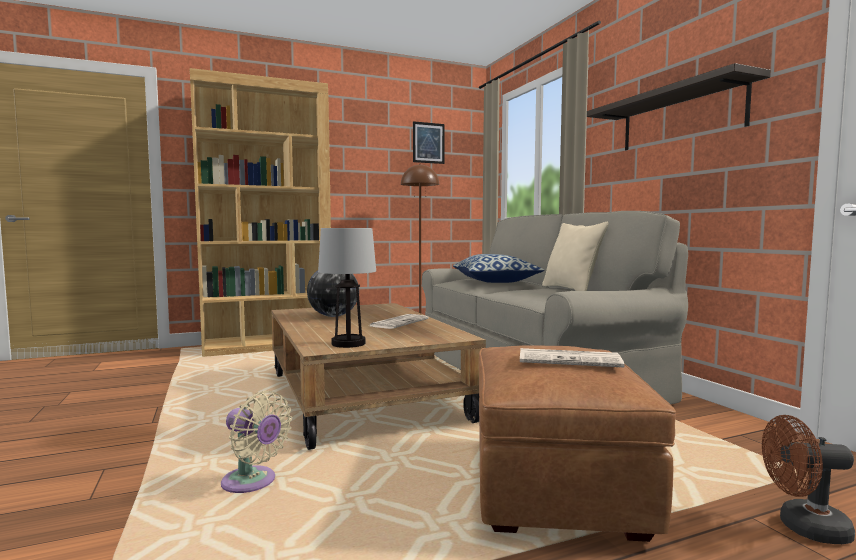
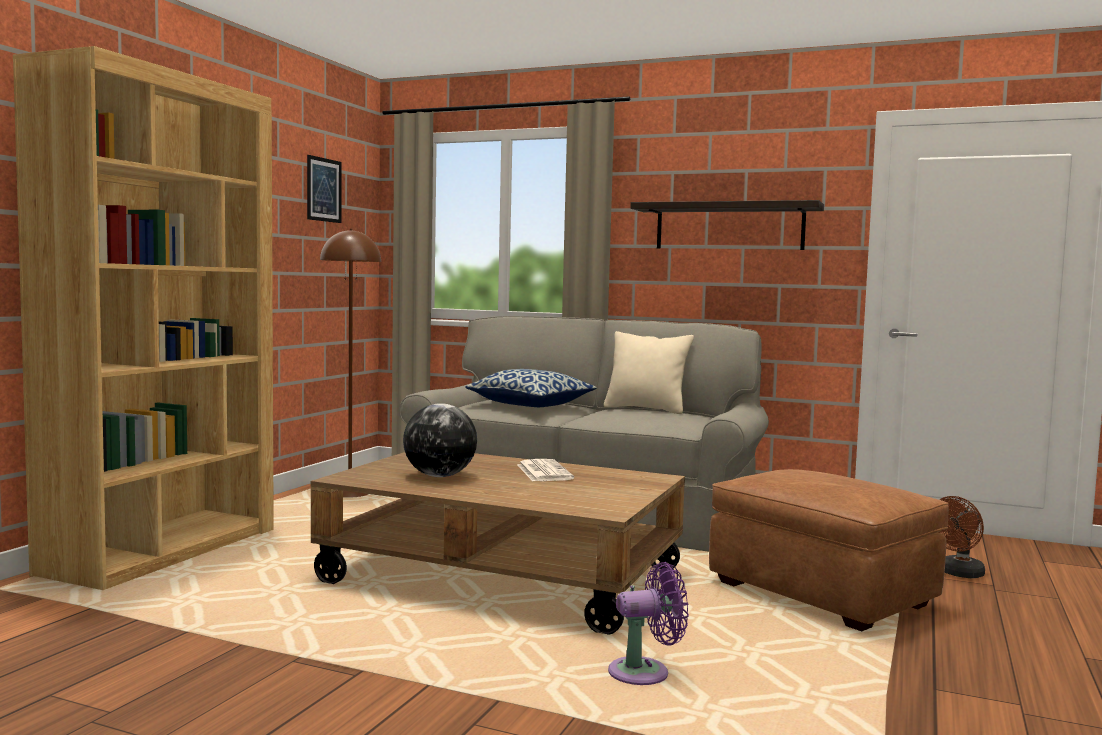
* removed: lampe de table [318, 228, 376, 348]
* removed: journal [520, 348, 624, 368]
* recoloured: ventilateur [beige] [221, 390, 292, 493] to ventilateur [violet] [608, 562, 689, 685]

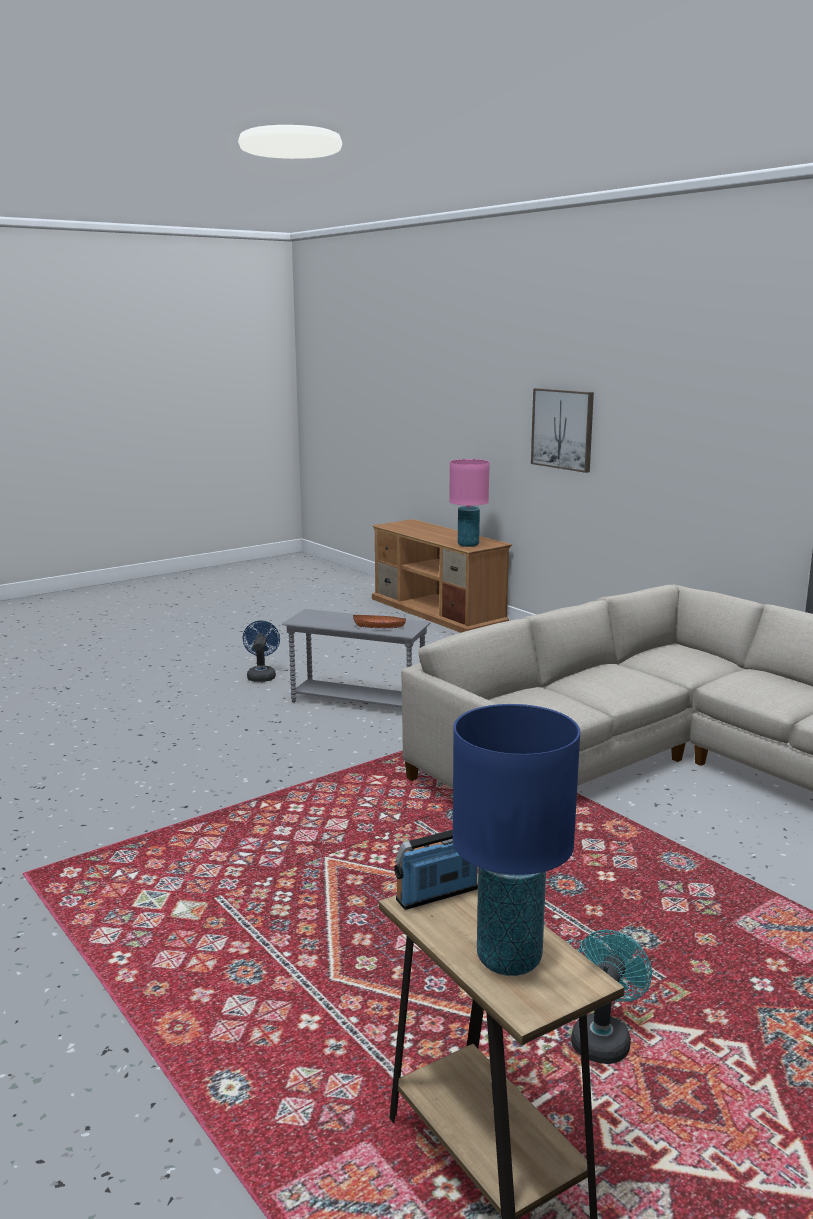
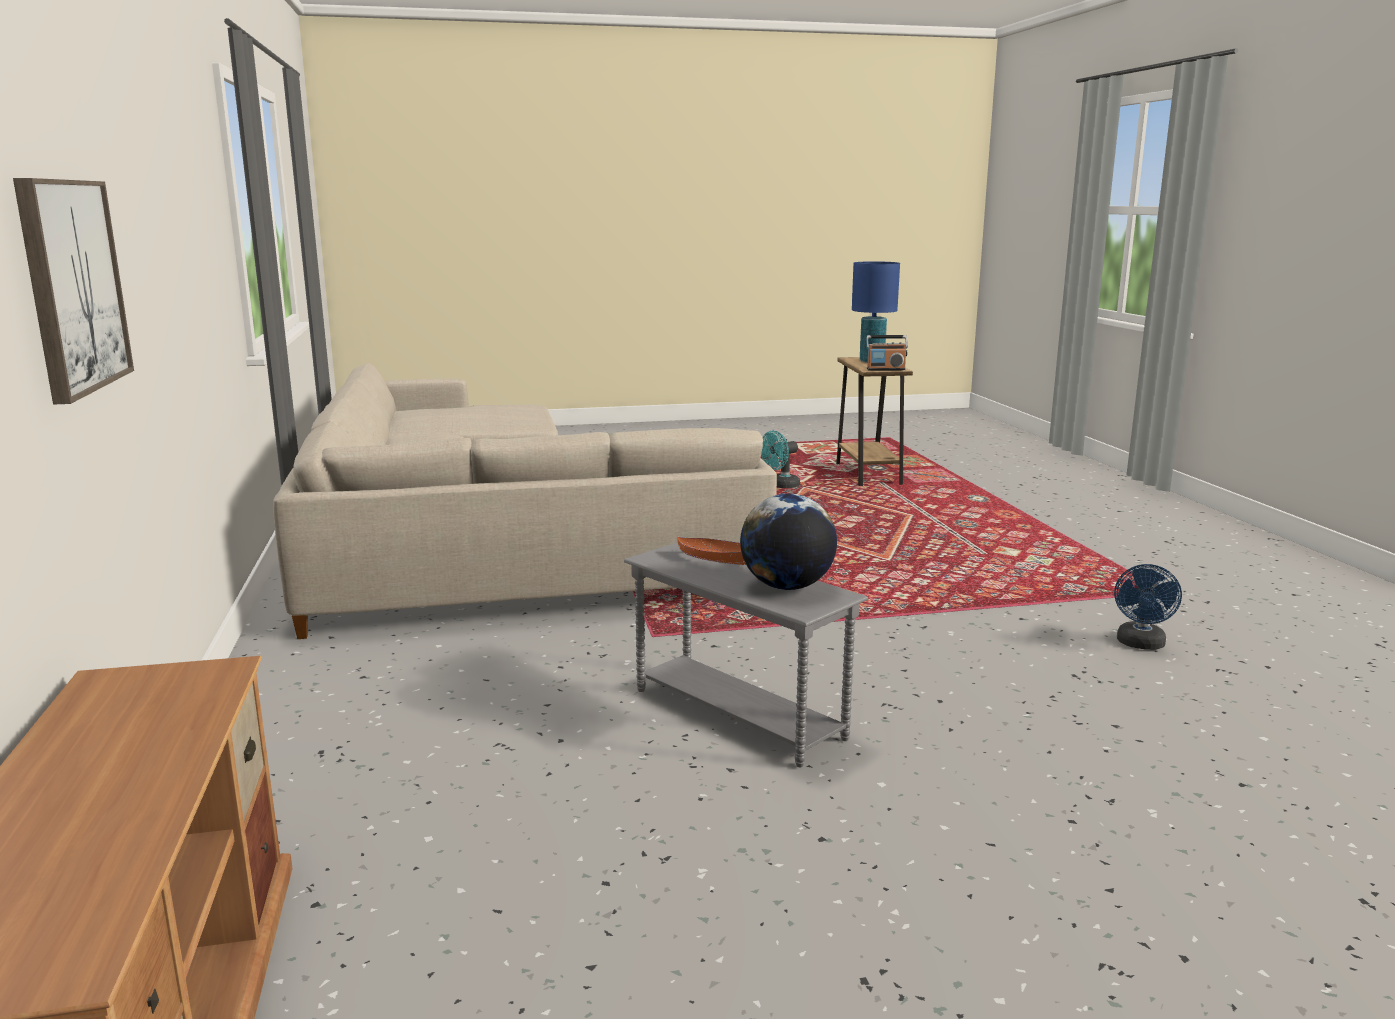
* removed: lampe de table [rose] [450, 459, 490, 547]
* added: globe [740, 493, 837, 590]
* moved: ventilateur [bleu] [243, 620, 280, 682] to [1114, 564, 1182, 650]

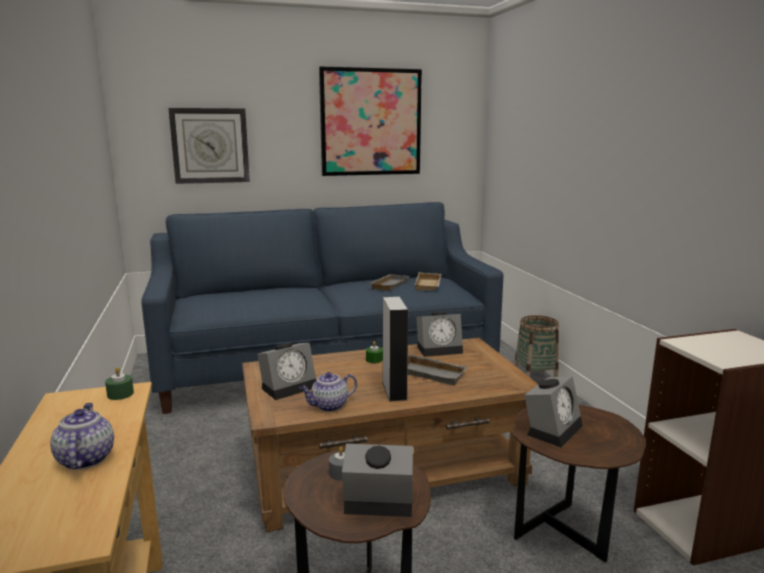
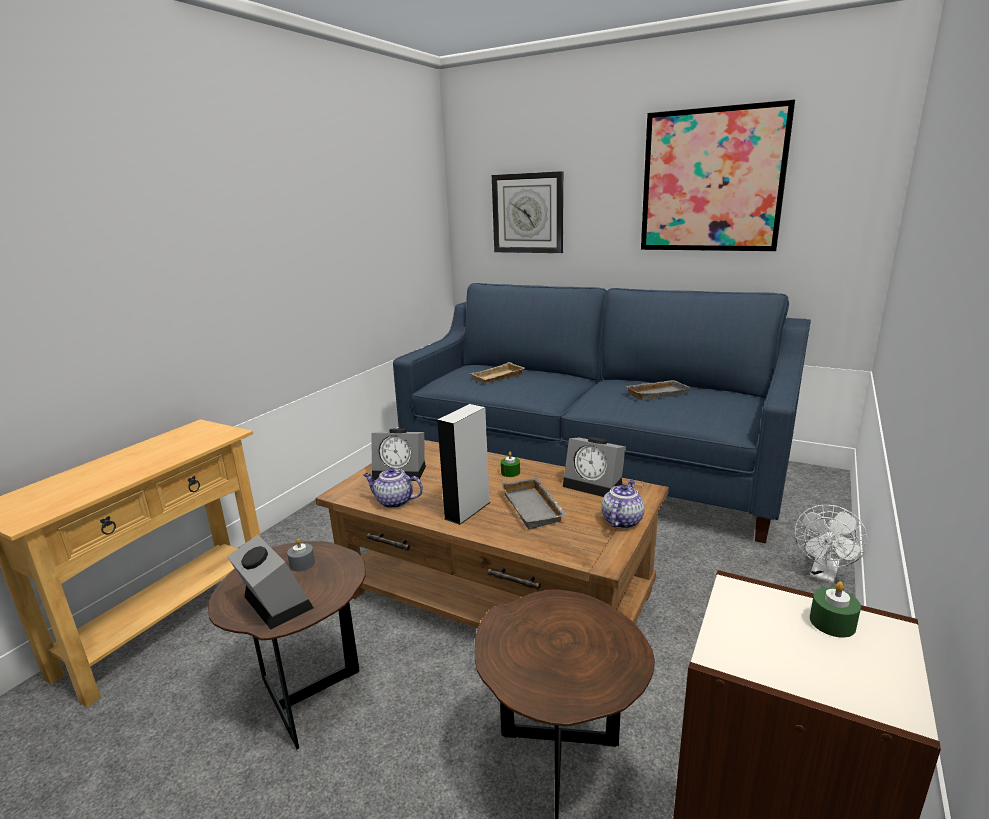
* removed: réveil [524, 376, 583, 447]
* moved: théière [50, 403, 114, 470] to [601, 480, 645, 529]
* moved: bougie [vert] [105, 367, 134, 400] to [810, 582, 861, 637]
* moved: plateau [beige] [414, 272, 441, 290] to [470, 362, 525, 383]
* replaced: panier [514, 315, 559, 377] to ventilateur [blanc] [795, 505, 868, 583]

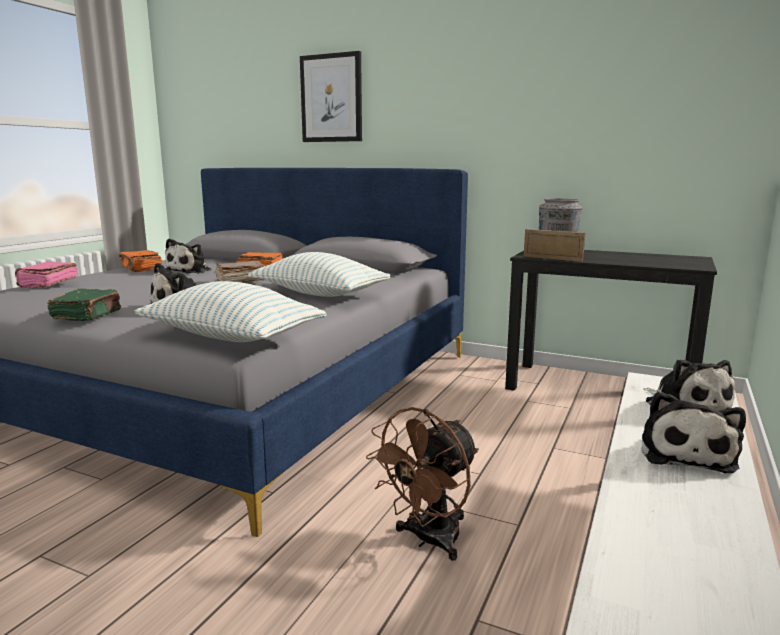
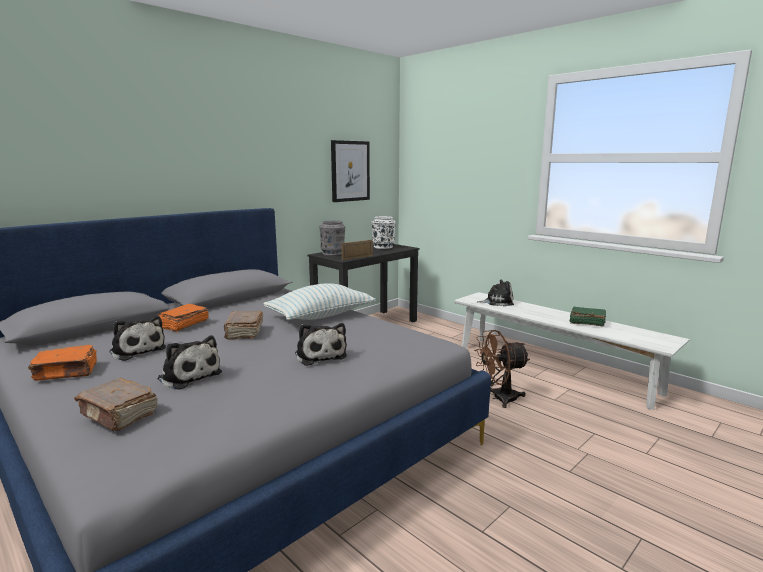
* removed: coussin [134, 281, 327, 342]
* added: vase [blanc] [372, 216, 396, 249]
* moved: livre [vert] [47, 288, 121, 321] to [569, 306, 606, 326]
* moved: tableau [300, 51, 362, 142] to [331, 140, 370, 202]
* moved: peluche [641, 391, 746, 473] to [157, 335, 222, 390]
* recoloured: livre [rose] [15, 261, 78, 288] to livre [marron] [74, 378, 158, 431]
* turned: ventilateur [marron] [366, 407, 479, 561] = [474, 330, 530, 408] 105 degrees clockwise

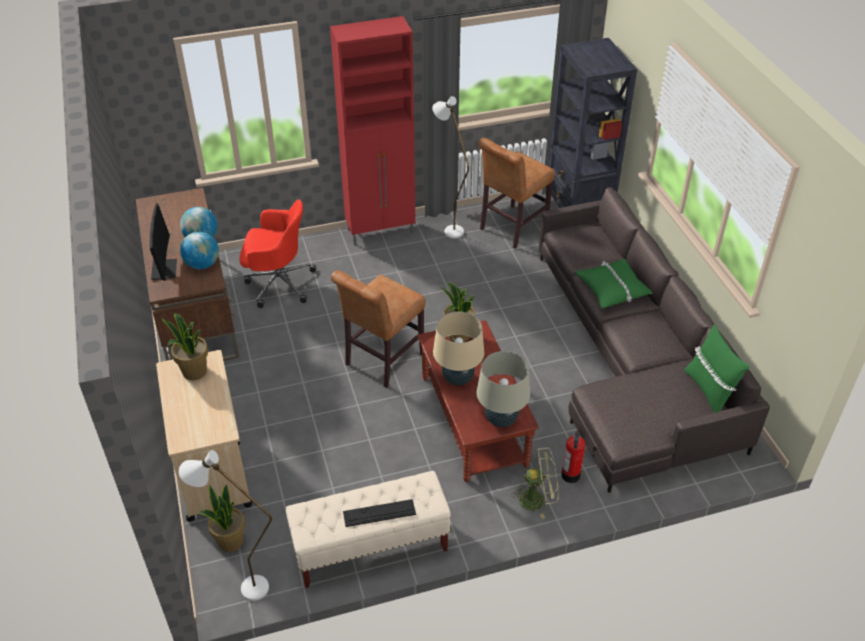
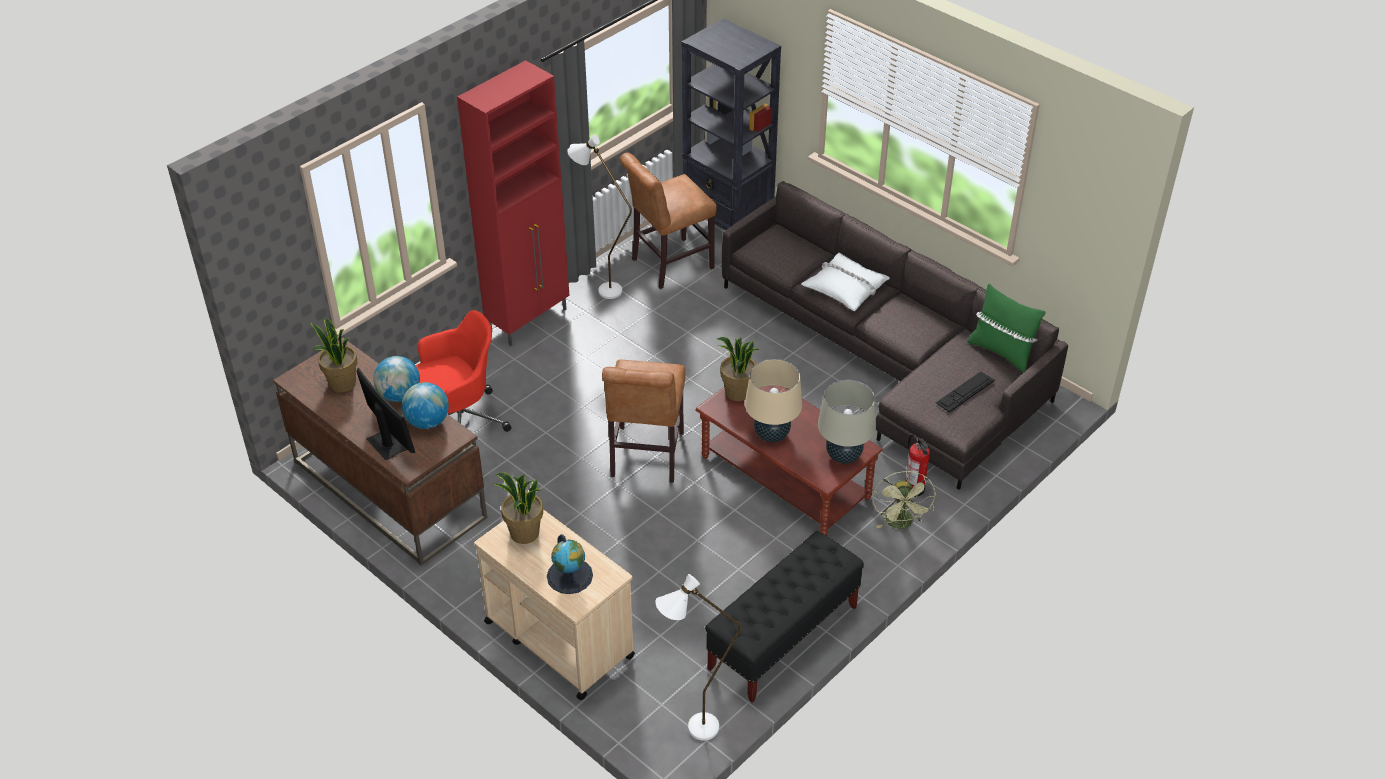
* added: globe [547, 534, 593, 594]
* moved: plante en pot [198, 484, 245, 552] to [310, 319, 358, 393]
* moved: clavier [343, 499, 416, 527] to [936, 372, 995, 413]
* recoloured: banc [beige] [286, 471, 451, 588] to banc [noir] [705, 531, 864, 703]
* recoloured: coussin [vert] [575, 259, 653, 308] to coussin [blanc] [801, 253, 890, 311]
* turned: chaise [marron] [478, 138, 555, 249] = [620, 153, 717, 289] 45 degrees clockwise
* turned: ventilateur [vert] [512, 447, 559, 519] = [873, 471, 936, 529] 120 degrees clockwise

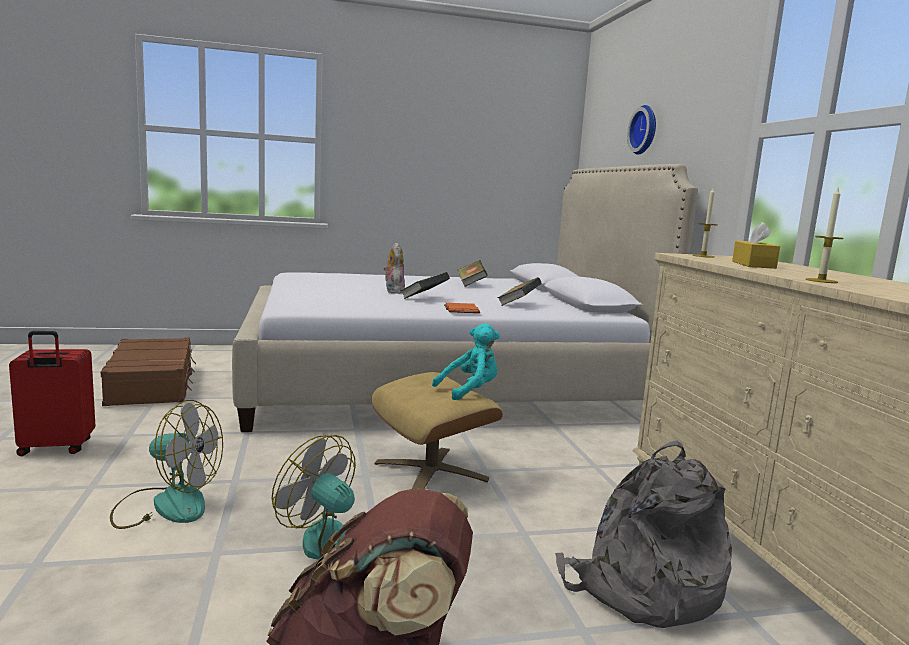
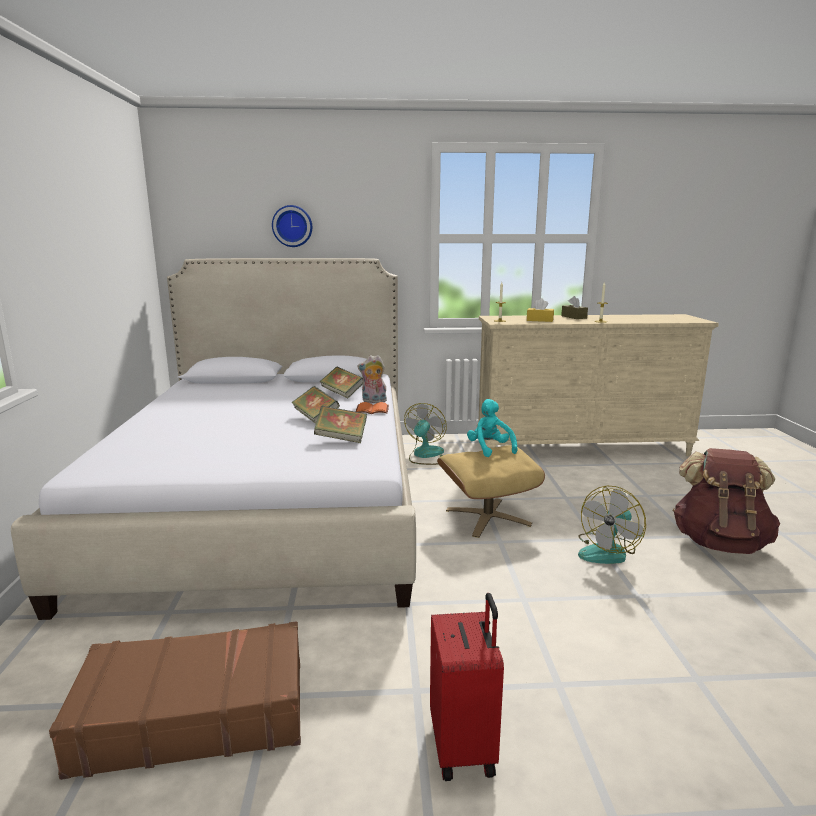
* removed: sac à dos [gris] [555, 440, 732, 628]
* added: boîte à mouchoirs [marron] [561, 296, 588, 319]
* moved: ventilateur [110, 400, 223, 529] to [404, 403, 447, 465]
* moved: peluche [383, 243, 405, 294] to [357, 355, 387, 403]
* moved: livre [458, 260, 488, 287] to [314, 406, 367, 443]

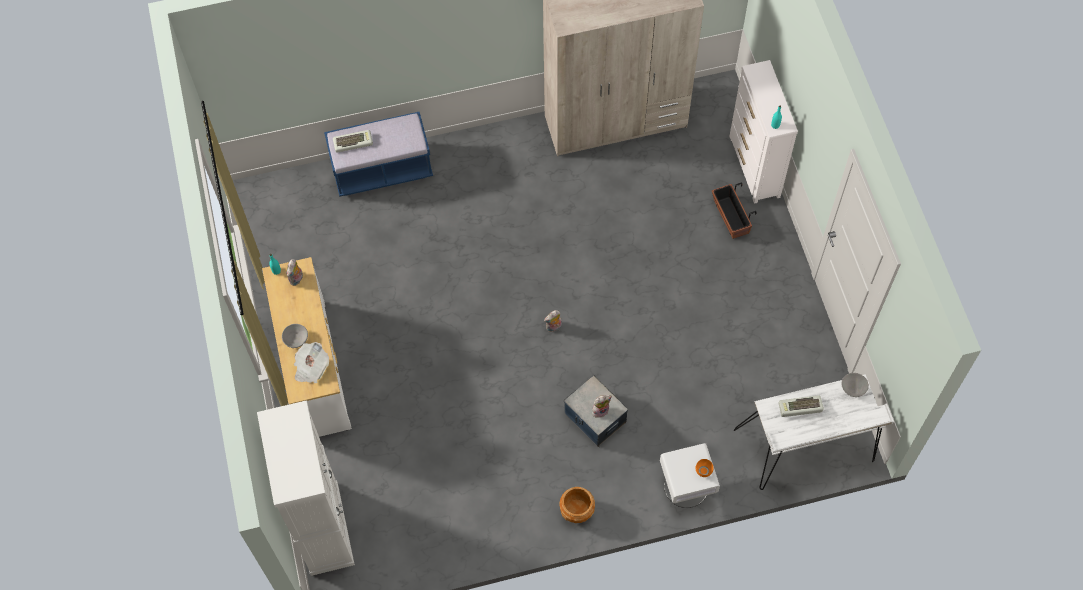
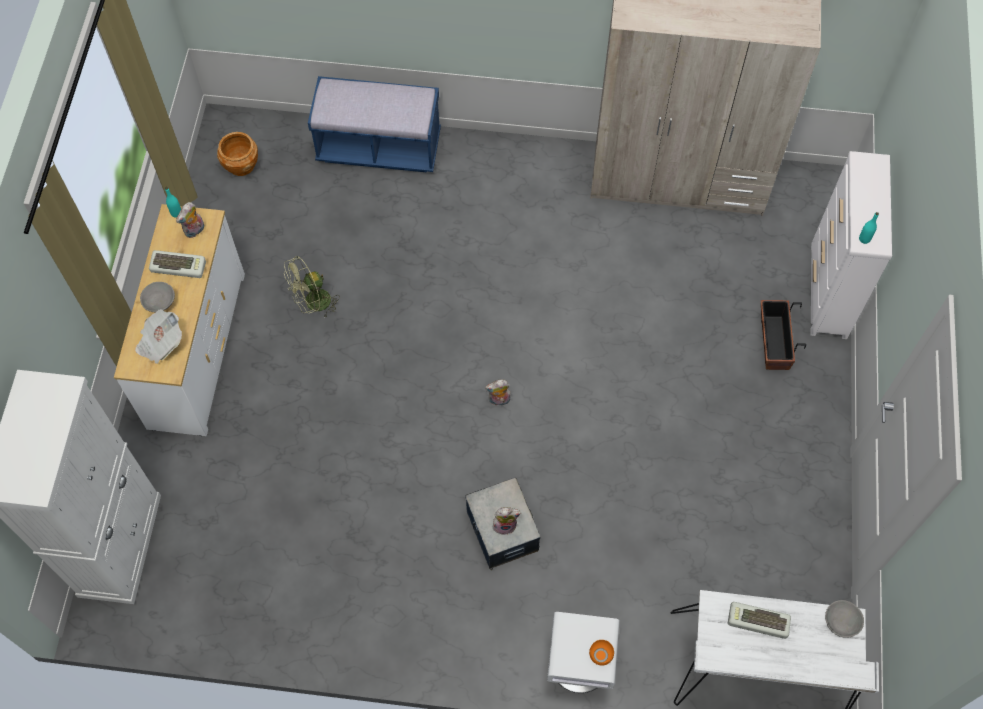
* added: ventilateur [vert] [284, 256, 340, 318]
* moved: clavier [333, 130, 373, 152] to [149, 250, 206, 278]
* moved: cache-pot [marron] [559, 487, 595, 523] to [217, 132, 258, 176]

